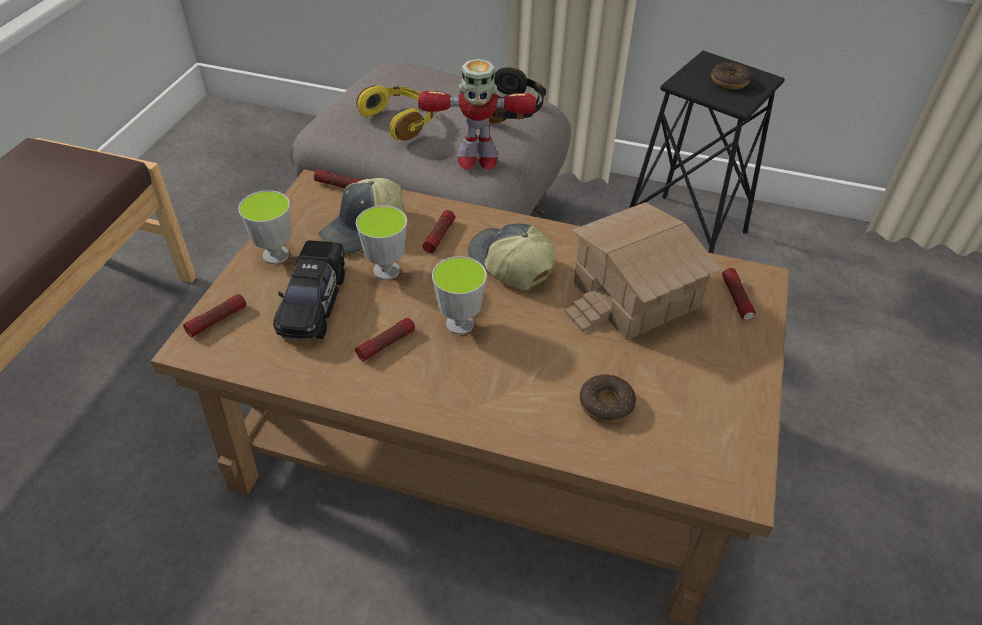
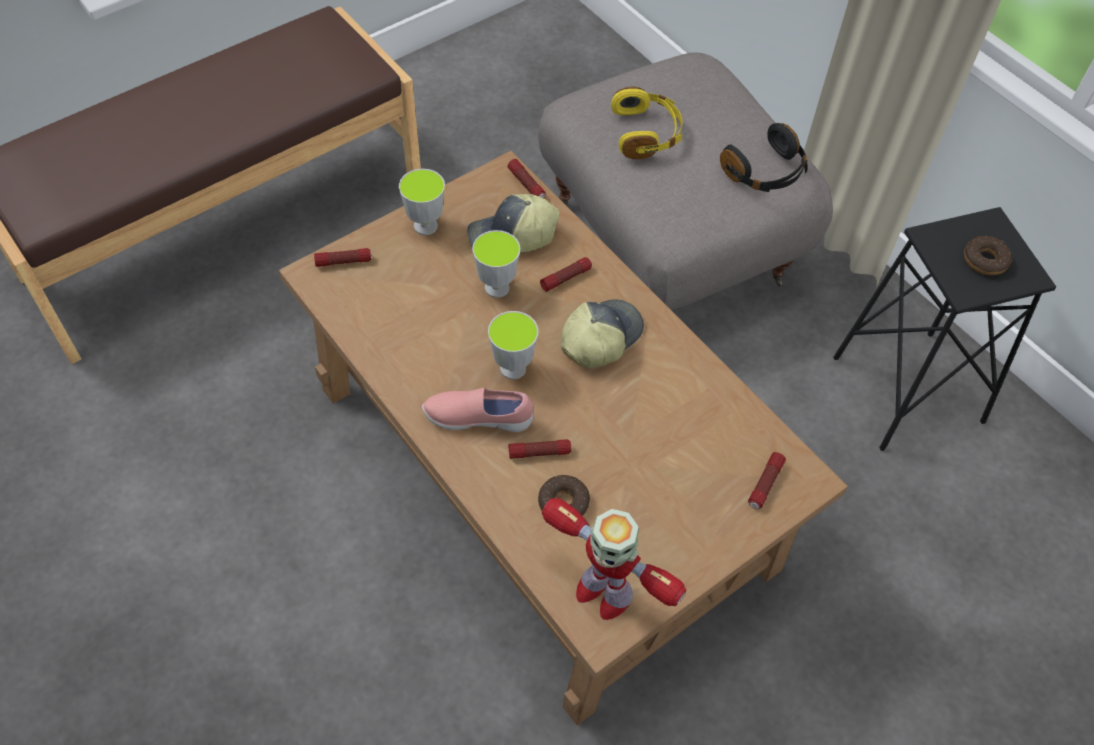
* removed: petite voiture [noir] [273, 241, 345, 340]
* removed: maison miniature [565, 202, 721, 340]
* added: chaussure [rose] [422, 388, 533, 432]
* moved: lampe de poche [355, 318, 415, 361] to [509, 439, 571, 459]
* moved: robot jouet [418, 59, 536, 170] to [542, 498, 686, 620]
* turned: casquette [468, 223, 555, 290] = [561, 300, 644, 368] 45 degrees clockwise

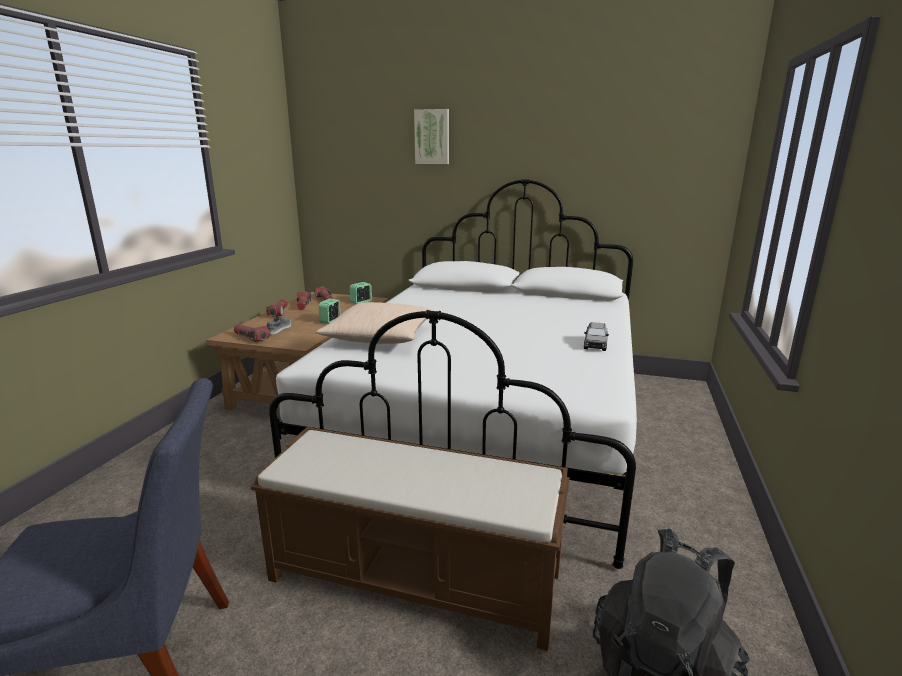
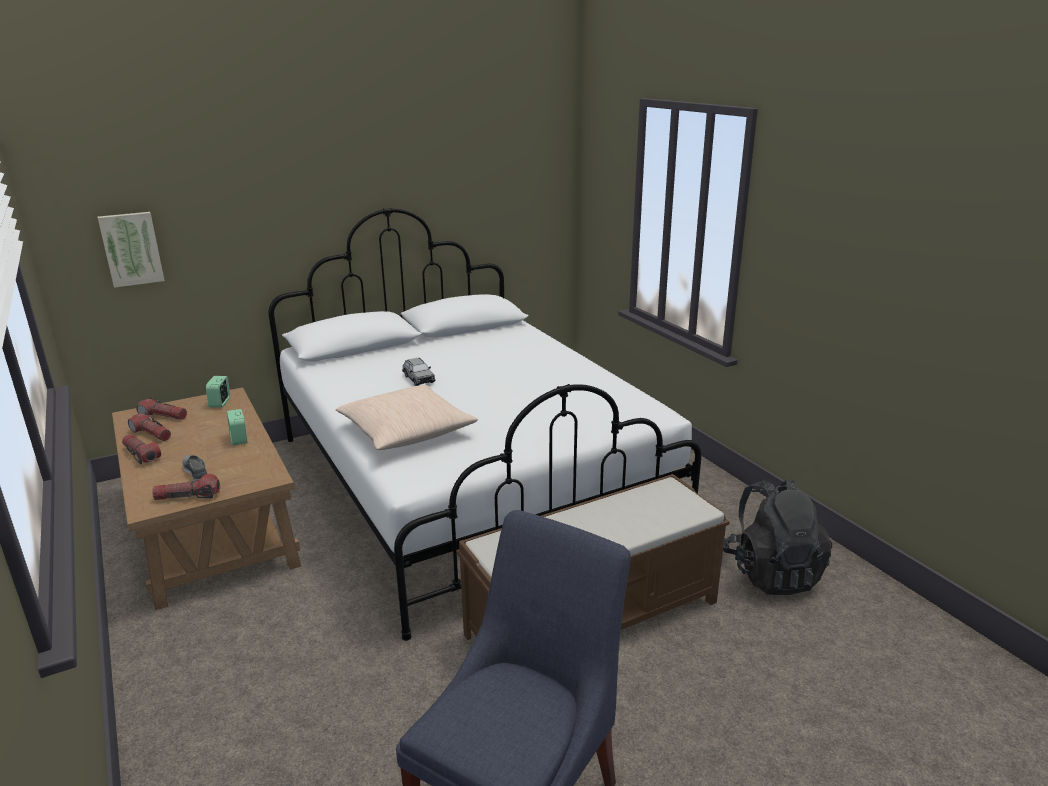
* moved: tableau [414, 109, 449, 164] to [98, 212, 165, 288]
* moved: petite voiture [gris] [584, 322, 609, 351] to [402, 358, 436, 386]

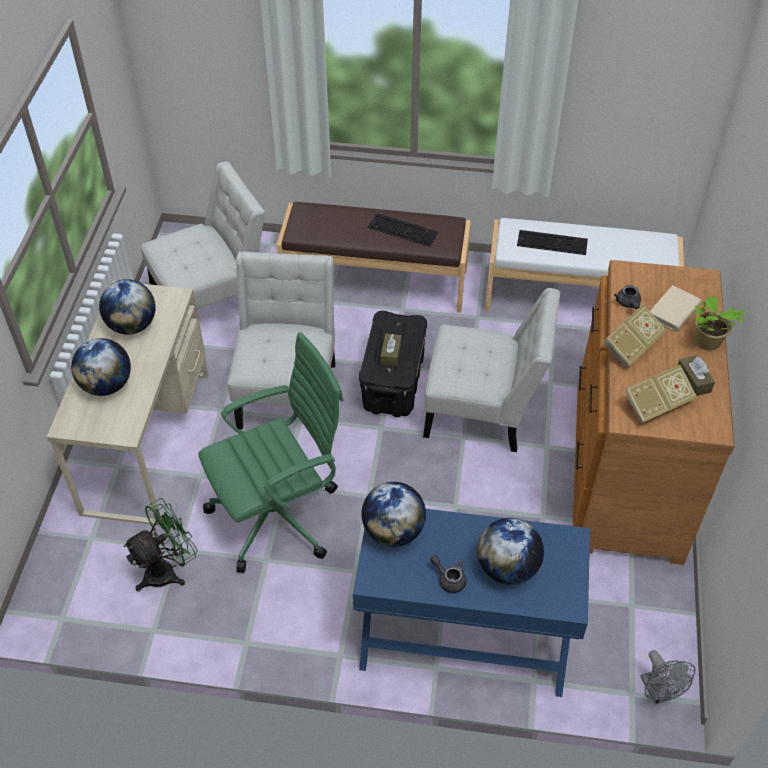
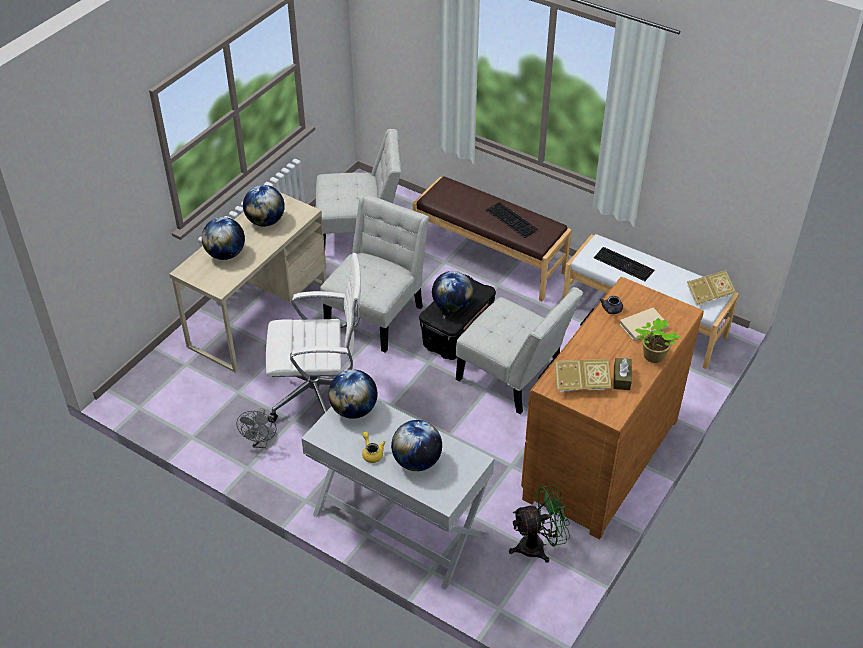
* moved: ventilateur [vert] [123, 498, 198, 592] to [509, 485, 570, 563]
* moved: livre [603, 304, 667, 367] to [687, 270, 736, 306]
* moved: ventilateur [gris] [640, 650, 695, 704] to [236, 408, 276, 448]
* replaced: boîte à mouchoirs [marron] [380, 333, 402, 367] to globe [432, 271, 473, 313]
* recoloured: chaise de bureau [vert] [198, 332, 343, 573] to chaise de bureau [blanc] [266, 253, 361, 423]
* recoloured: table console [bleu] [353, 509, 590, 697] to table console [blanc] [301, 400, 494, 590]
* recoloured: théière [gris] [430, 555, 467, 593] to théière [jaune] [362, 431, 385, 463]

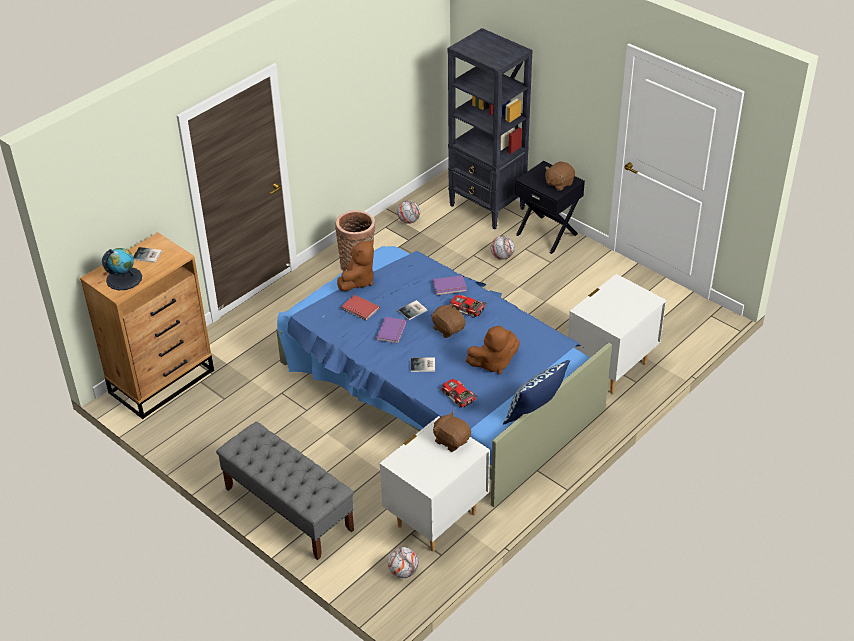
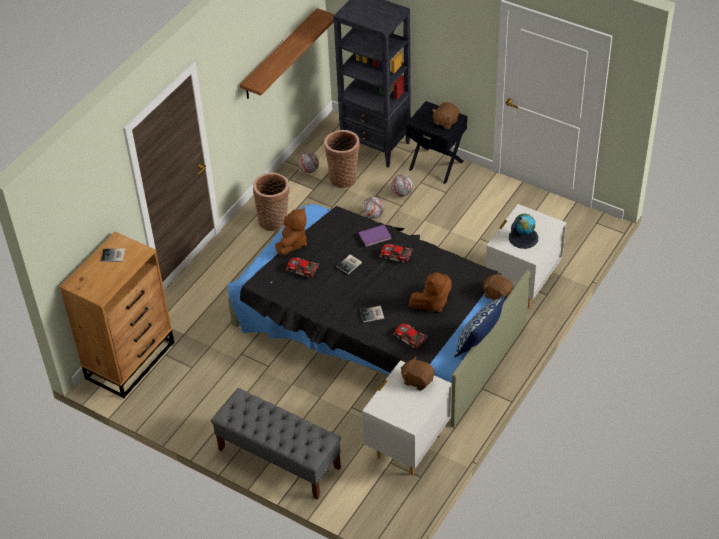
* removed: livre [violet] [376, 317, 407, 343]
* added: étagère [240, 8, 335, 99]
* added: panier [324, 130, 360, 188]
* moved: globe [102, 248, 142, 290] to [509, 214, 538, 249]
* moved: ballon de foot [388, 547, 419, 578] to [362, 197, 384, 219]
* moved: peluche [marron] [431, 303, 465, 338] to [483, 272, 514, 301]
* replaced: livre [rouge] [341, 295, 380, 320] to petite voiture [286, 258, 319, 278]
* recoloured: lit [bleu] [276, 246, 612, 507] to lit [noir] [228, 204, 531, 428]

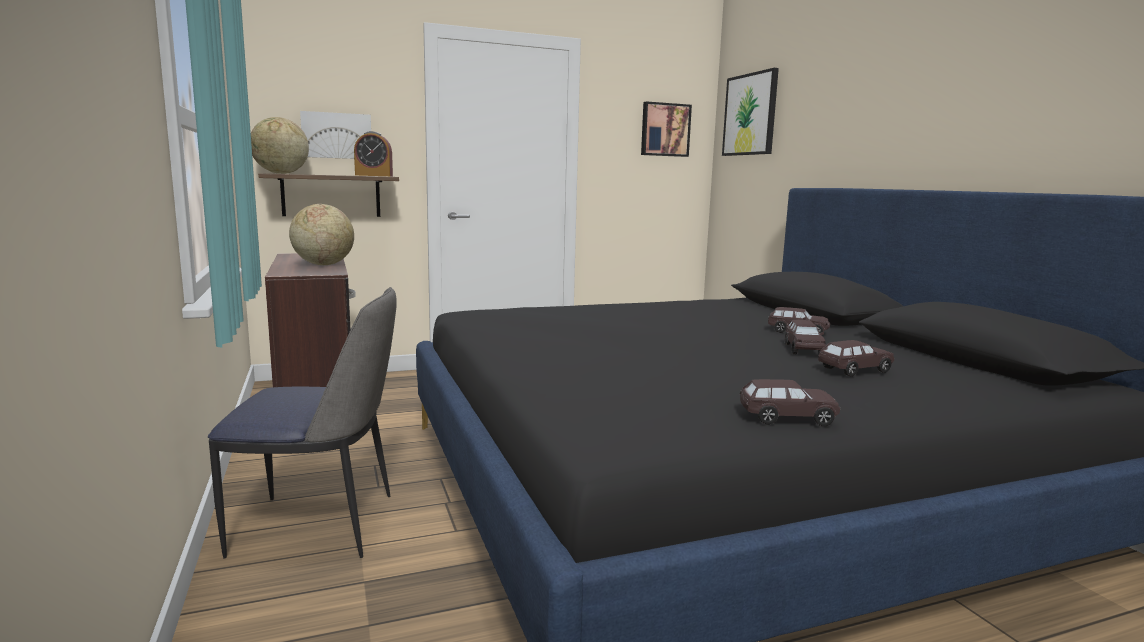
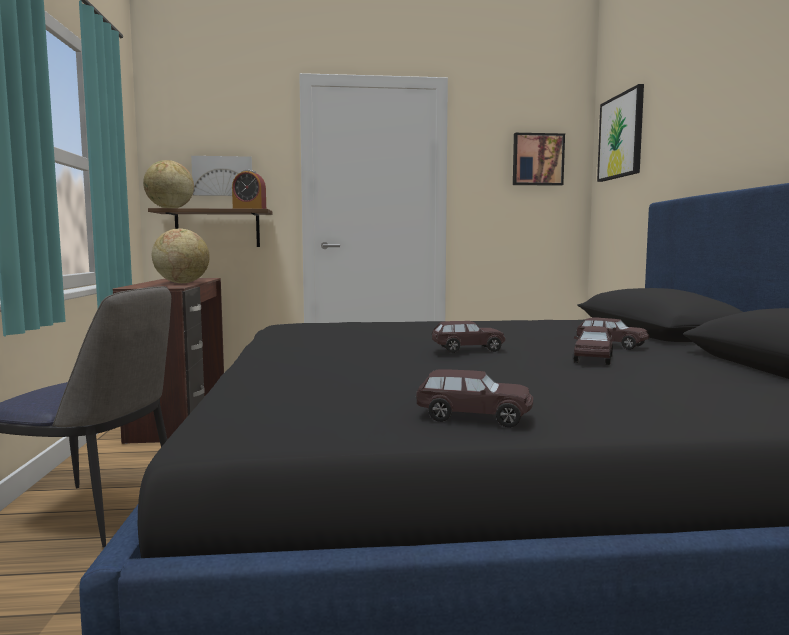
* moved: petite voiture [marron] [818, 340, 895, 377] to [432, 321, 505, 353]

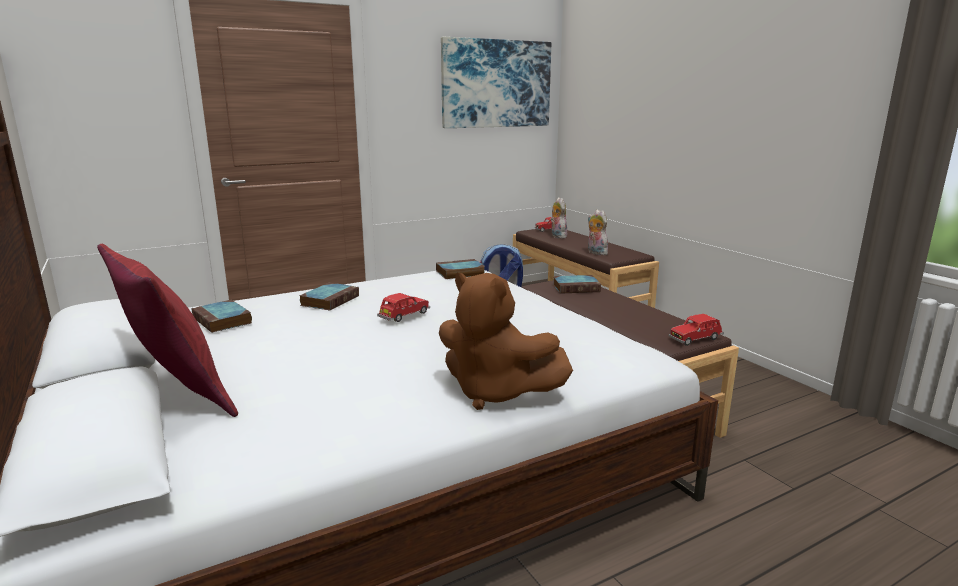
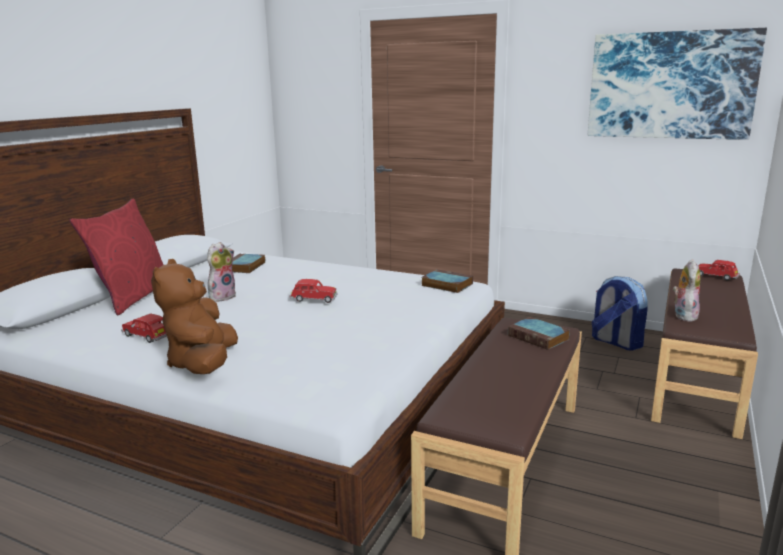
* removed: livre [299, 282, 359, 311]
* moved: peluche [550, 197, 568, 239] to [207, 242, 236, 302]
* moved: petite voiture [rouge] [669, 314, 724, 346] to [121, 313, 167, 343]

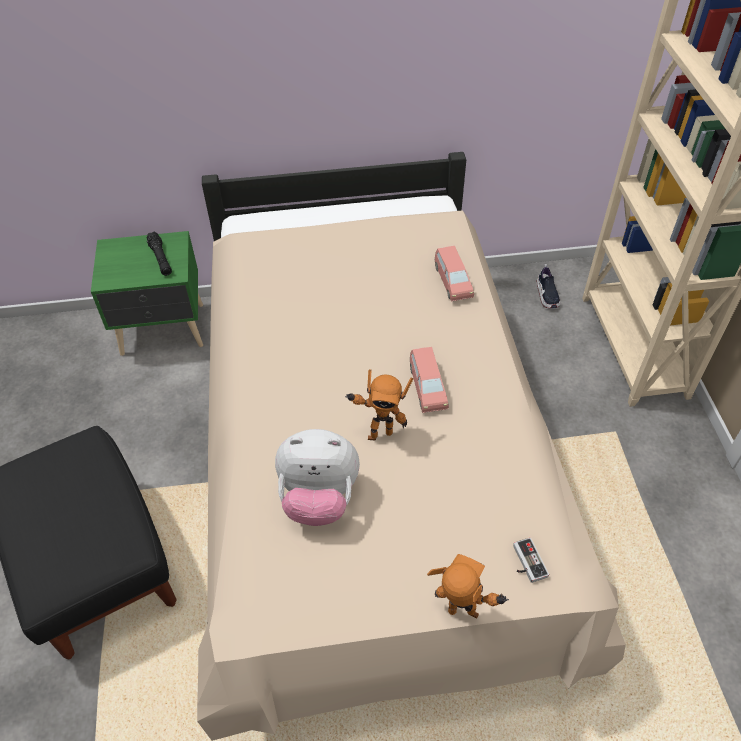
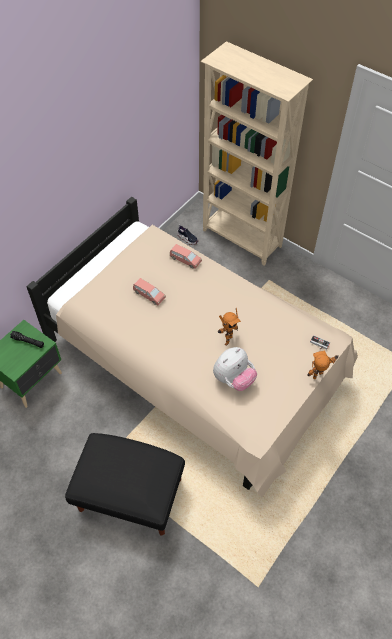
* moved: petite voiture [rose] [410, 347, 449, 413] to [133, 278, 166, 305]

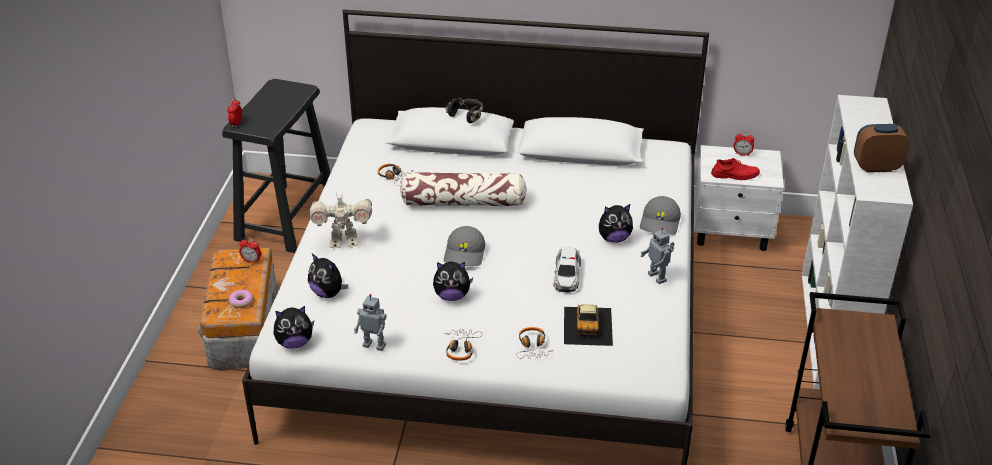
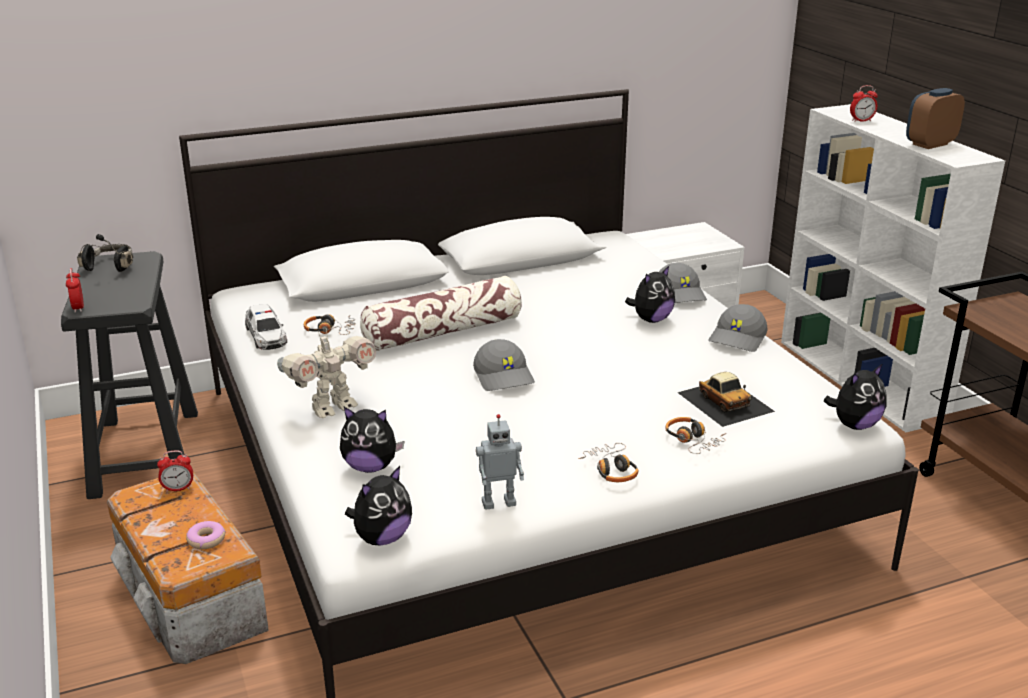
* removed: chaussure [rouge] [711, 158, 760, 180]
* moved: peluche [433, 262, 473, 301] to [824, 364, 887, 430]
* moved: casque audio [noir] [446, 97, 483, 123] to [77, 234, 133, 272]
* moved: petite voiture [554, 247, 581, 292] to [245, 304, 287, 350]
* moved: réveil [734, 131, 755, 156] to [850, 85, 878, 122]
* replaced: robot jouet [640, 227, 675, 284] to casquette [gris] [708, 304, 767, 352]

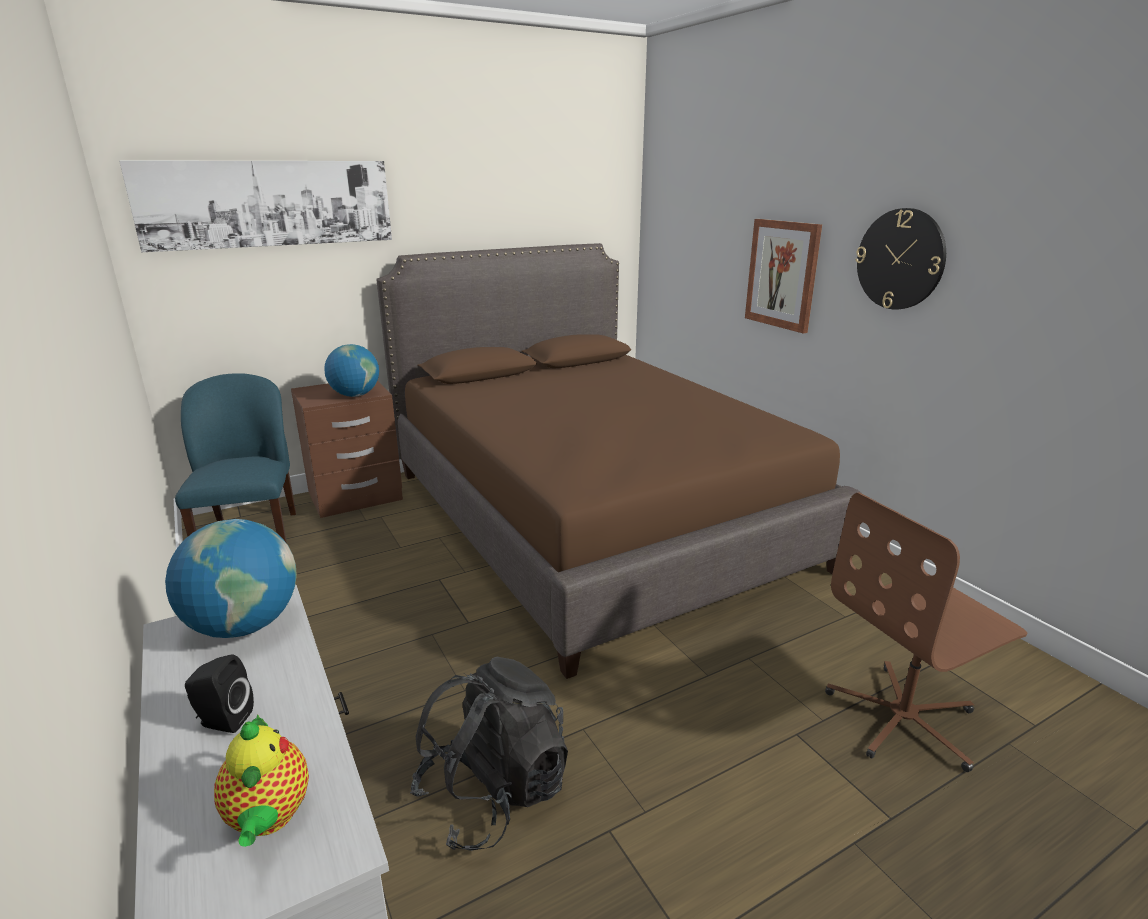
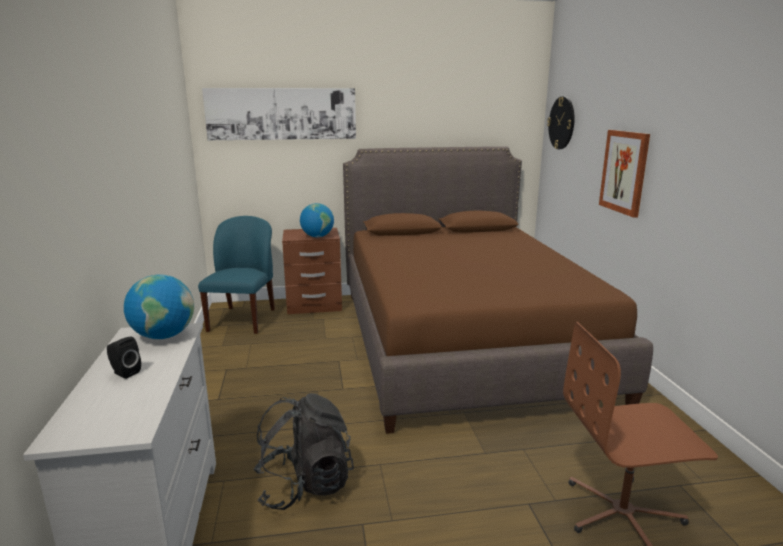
* removed: théière [214, 714, 309, 847]
* moved: horloge murale [856, 208, 946, 310] to [547, 96, 575, 149]

